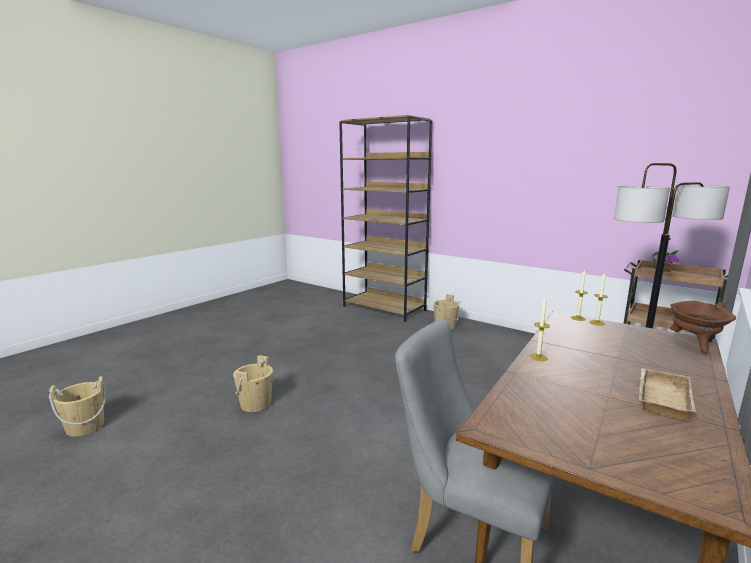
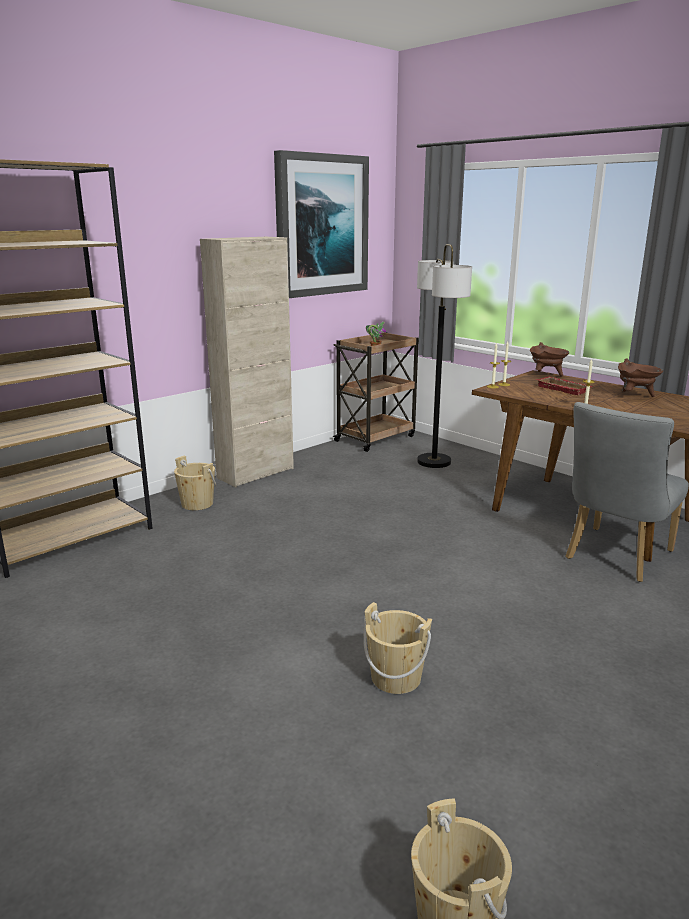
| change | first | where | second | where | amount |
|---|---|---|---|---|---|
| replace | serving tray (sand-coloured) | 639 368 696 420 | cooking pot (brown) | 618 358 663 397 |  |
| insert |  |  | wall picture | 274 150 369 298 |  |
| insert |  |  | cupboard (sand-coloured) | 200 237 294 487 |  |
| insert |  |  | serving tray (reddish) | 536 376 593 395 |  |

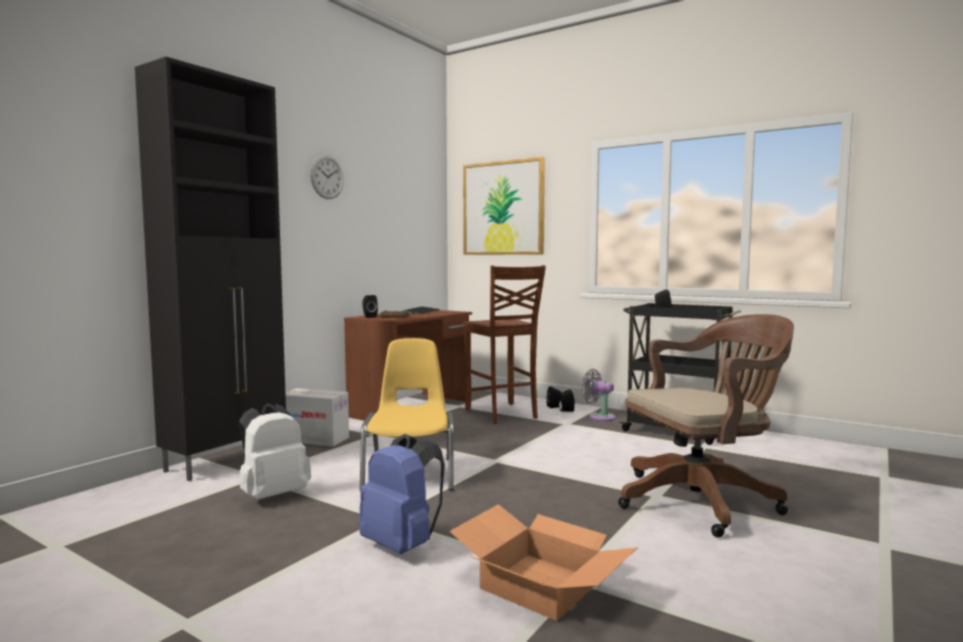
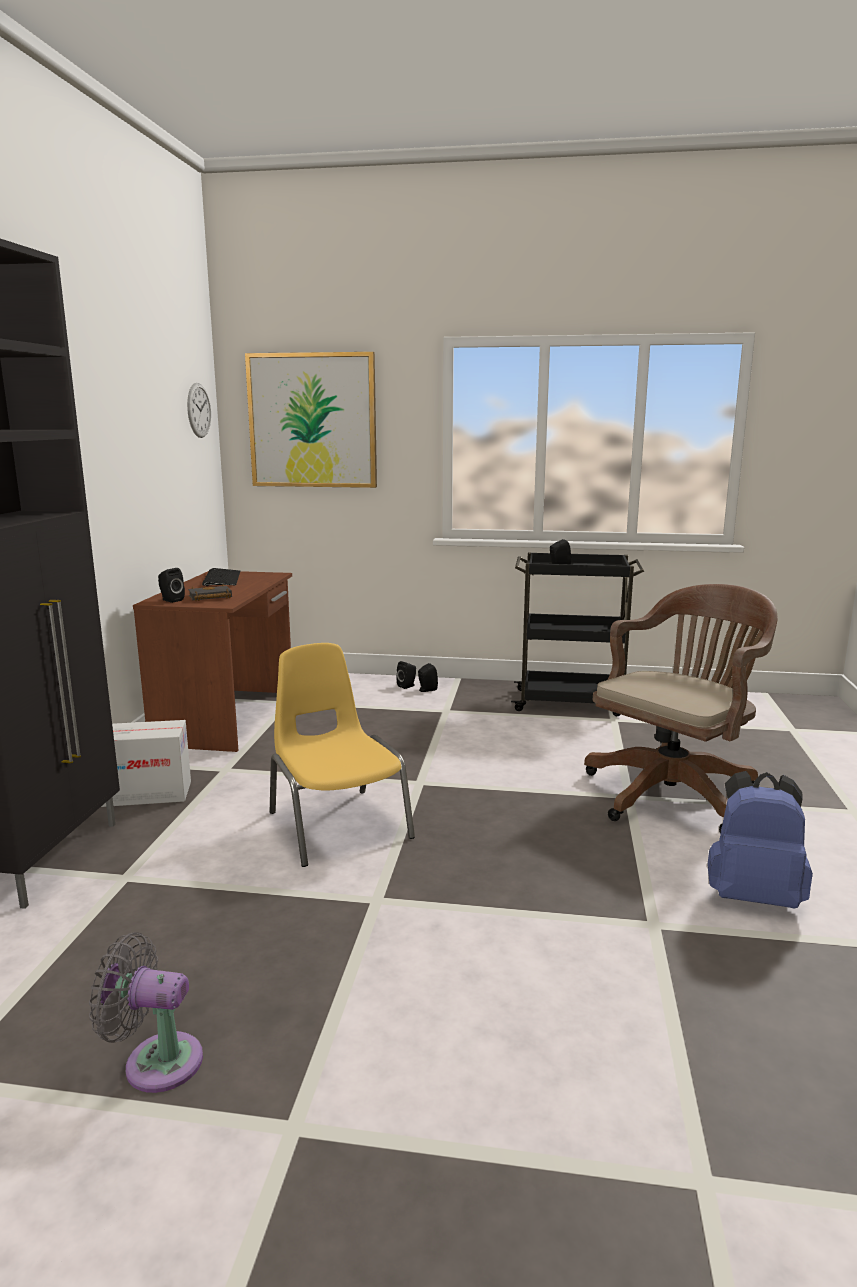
| change | first | where | second | where | amount |
|---|---|---|---|---|---|
| move | wall clock | 310 155 344 199 |  | 187 383 211 438 |  |
| delete | plain chair (brown) | 464 265 546 424 |  |  |  |
| move | electric fan (gray) | 582 369 616 421 |  | 89 932 203 1093 |  |
| delete | knapsack (white-coloured) | 238 403 311 500 |  |  |  |
| move | knapsack (blue-coloured) | 359 434 445 554 |  | 707 771 813 908 |  |
| delete | cardboard box | 449 504 638 621 |  |  |  |

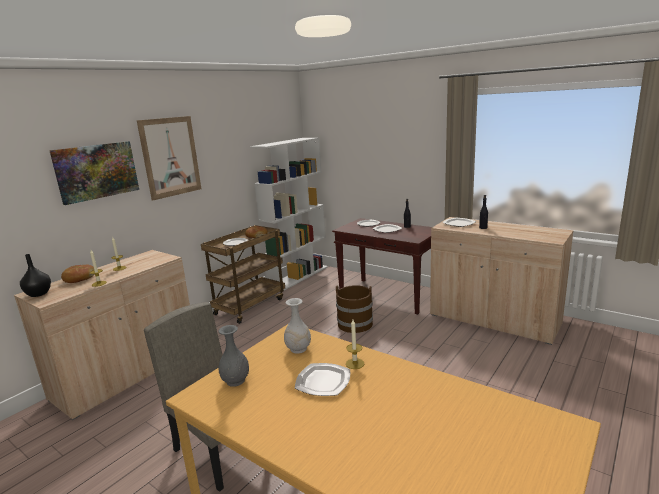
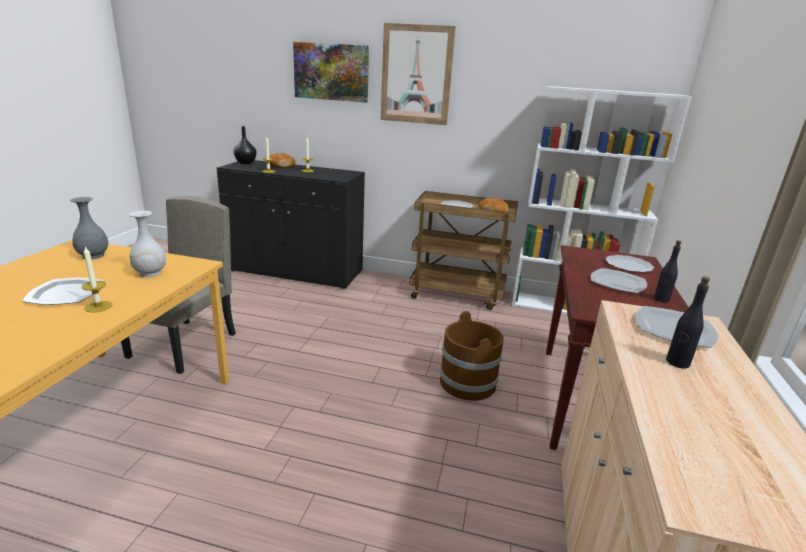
| change | first | where | second | where | amount |
|---|---|---|---|---|---|
| recolor | cupboard (sand-coloured) | 14 250 190 420 | cupboard (black) | 217 160 365 290 |  |

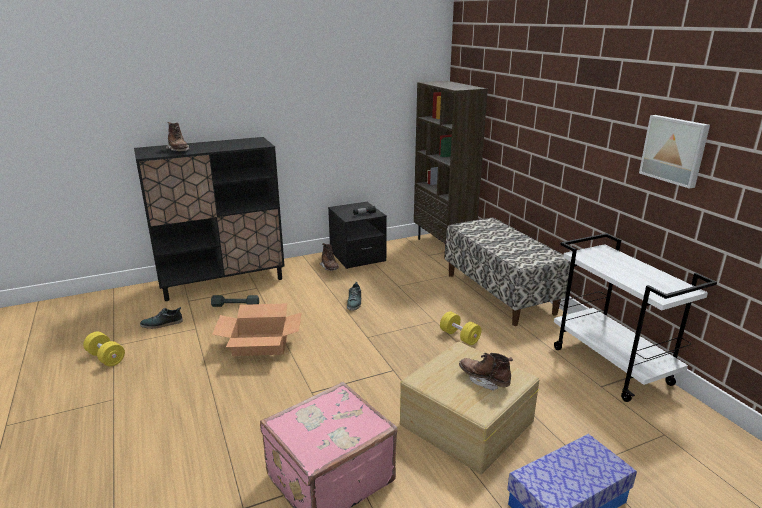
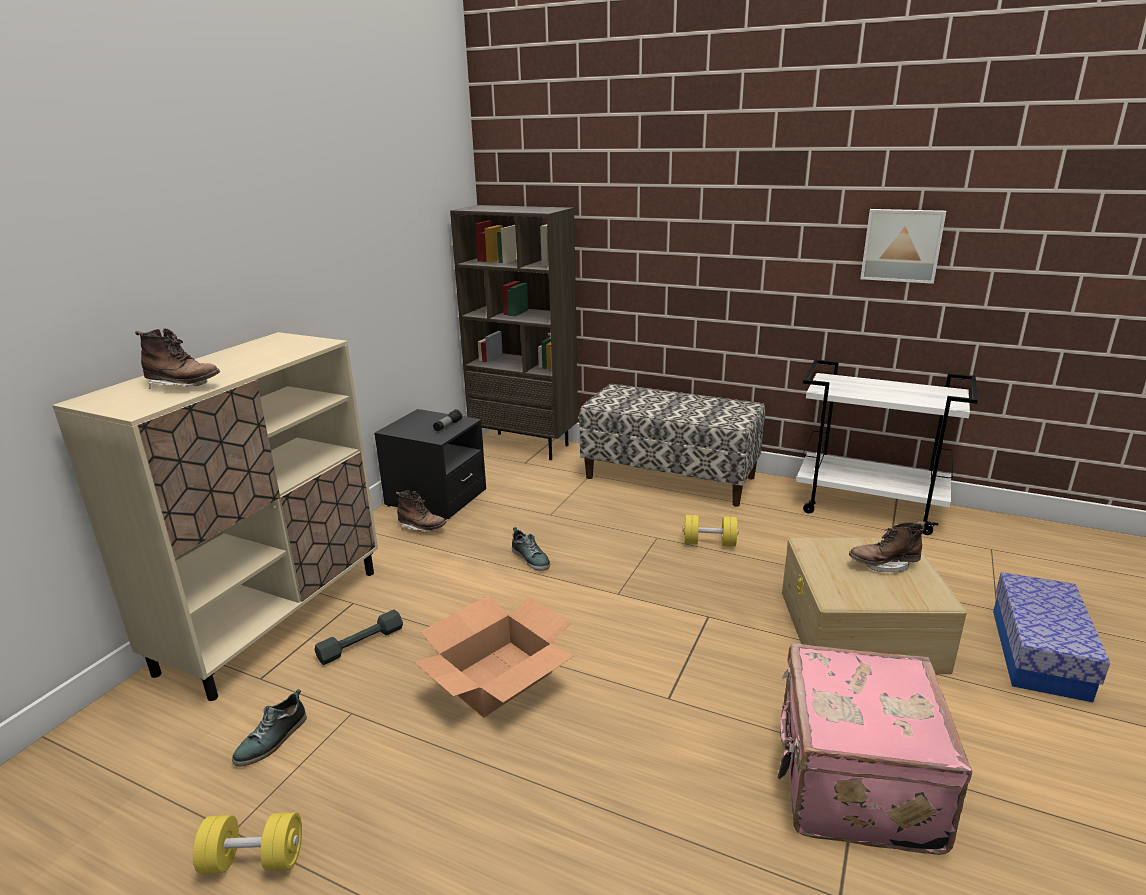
| change | first | where | second | where | amount |
|---|---|---|---|---|---|
| recolor | cupboard (black) | 134 137 284 301 | cupboard (sand-coloured) | 52 332 378 701 |  |

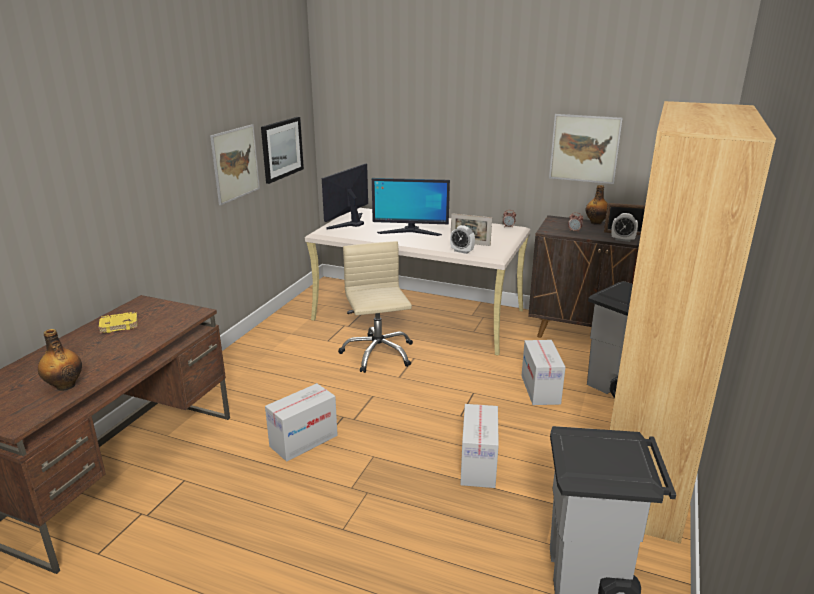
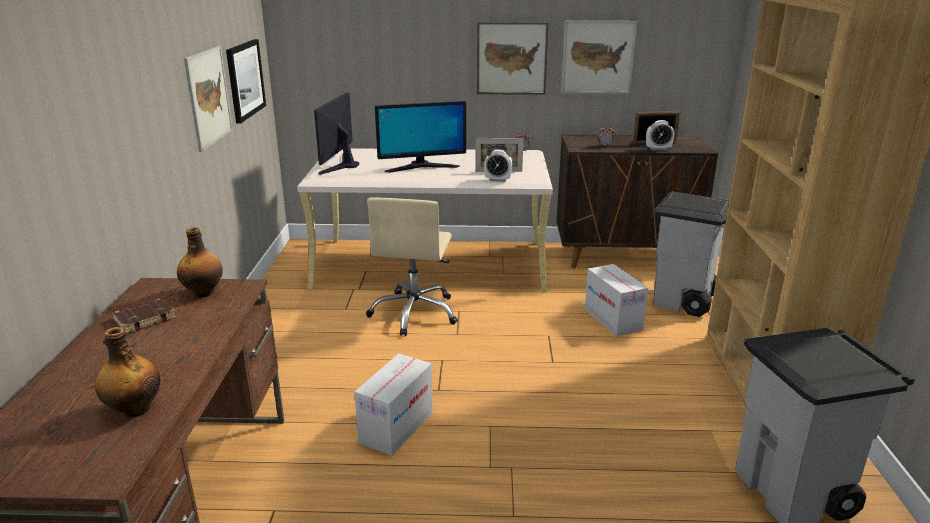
| change | first | where | second | where | amount |
|---|---|---|---|---|---|
| move | bottle | 586 185 608 225 |  | 177 227 223 298 |  |
| rotate | computer chair (sand-coloured) | 338 241 413 373 |  | 366 197 458 336 | 135 degrees counterclockwise |
| recolor | bound book (yellow) | 98 311 138 333 | bound book (brown) | 112 297 176 334 |  |
| delete | cardboard box | 460 404 499 488 |  |  |  |
| insert |  |  | wall picture | 477 22 549 95 |  |

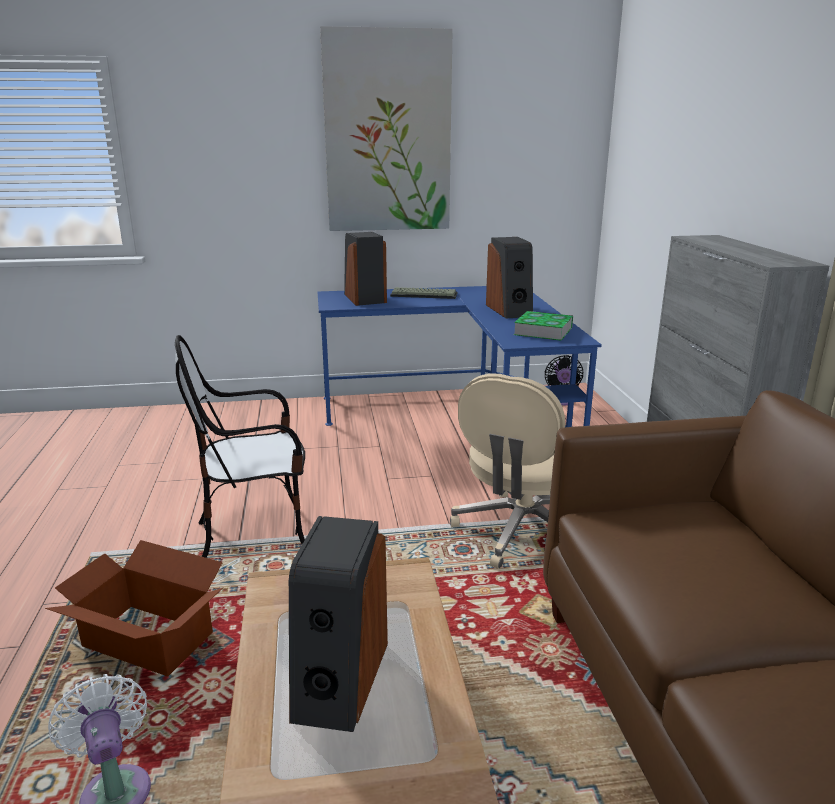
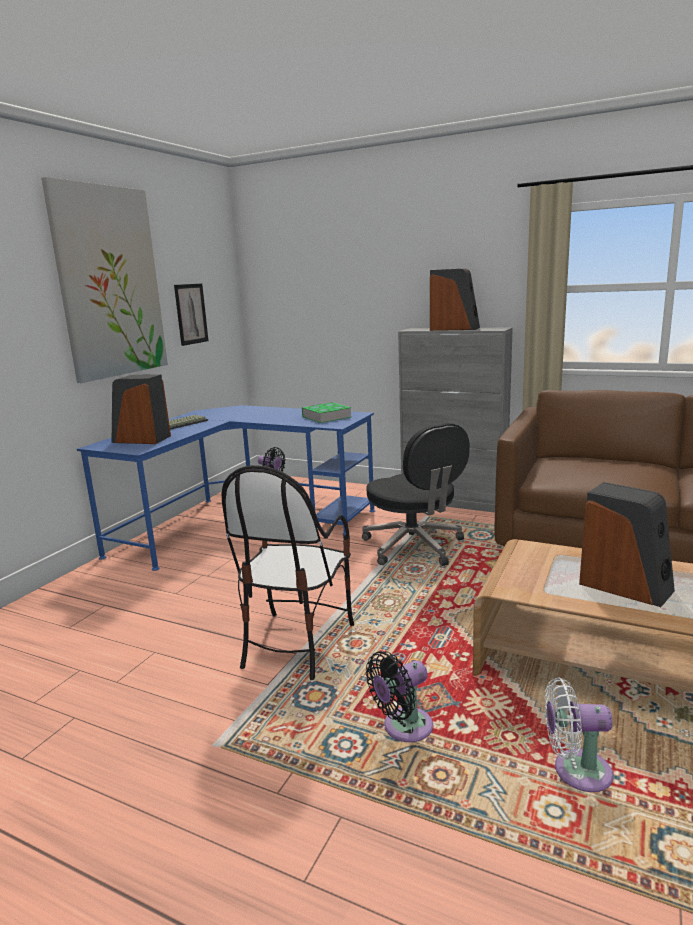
| change | first | where | second | where | amount |
|---|---|---|---|---|---|
| move | loudspeaker | 486 237 533 319 |  | 430 269 480 331 |  |
| recolor | computer chair (sand-coloured) | 450 373 565 569 | computer chair (black) | 362 423 470 566 |  |
| replace | cardboard box | 45 540 223 677 | electric fan (black) | 366 651 433 742 |  |
| insert |  |  | wall picture | 174 283 209 346 |  |

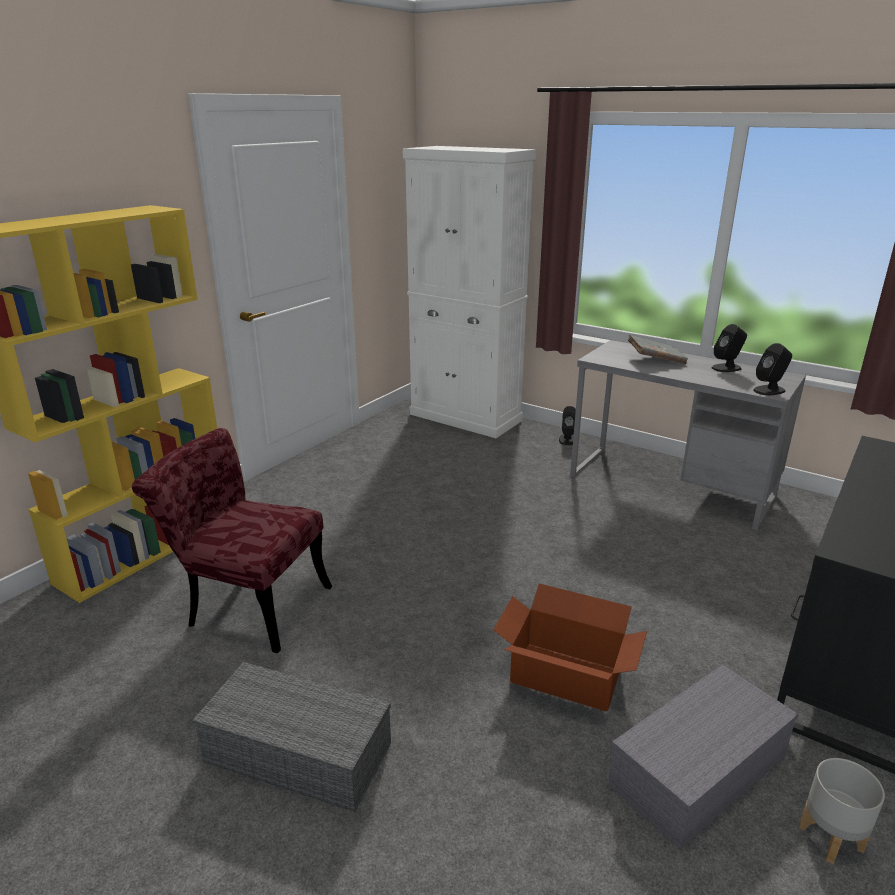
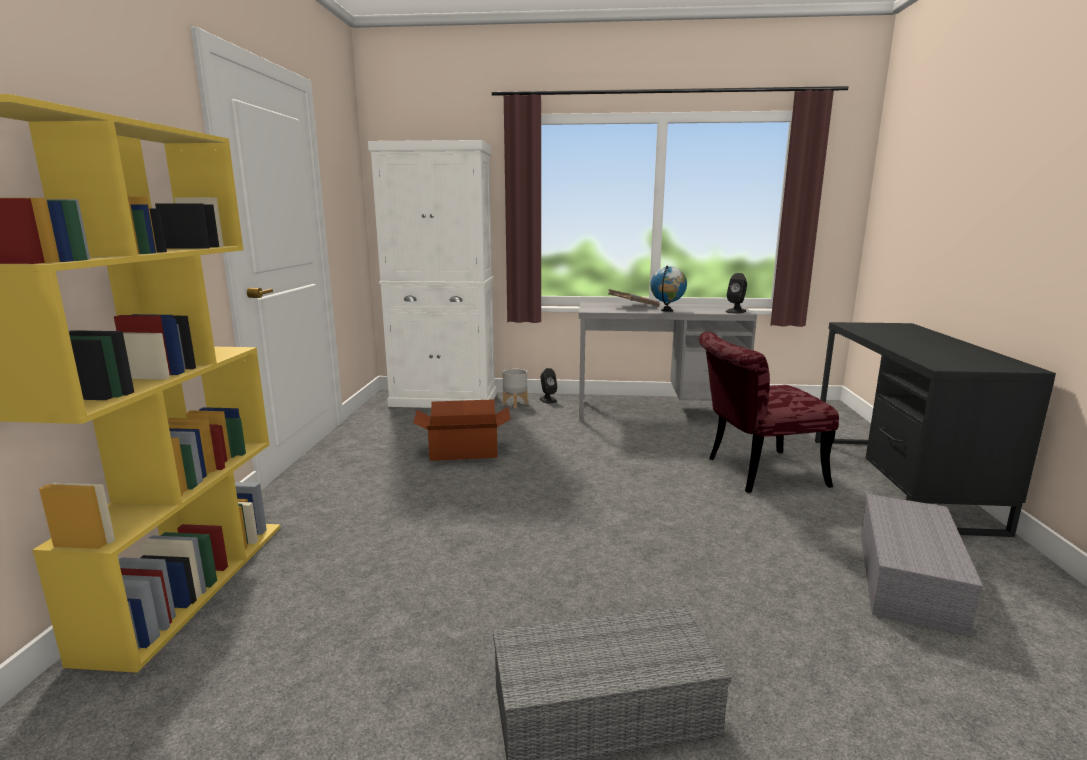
| change | first | where | second | where | amount |
|---|---|---|---|---|---|
| delete | loudspeaker (black) | 712 324 747 372 |  |  |  |
| move | plain chair (reddish) | 132 428 332 653 |  | 699 332 839 493 |  |
| move | cardboard box | 493 583 647 712 |  | 413 399 511 461 |  |
| move | plant pot (gray) | 799 758 885 864 |  | 503 369 528 408 |  |
| insert |  |  | desk globe | 651 265 687 312 |  |

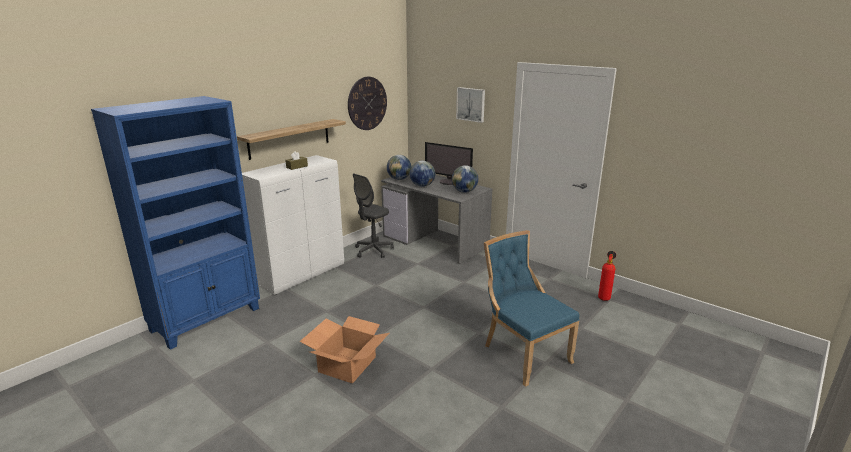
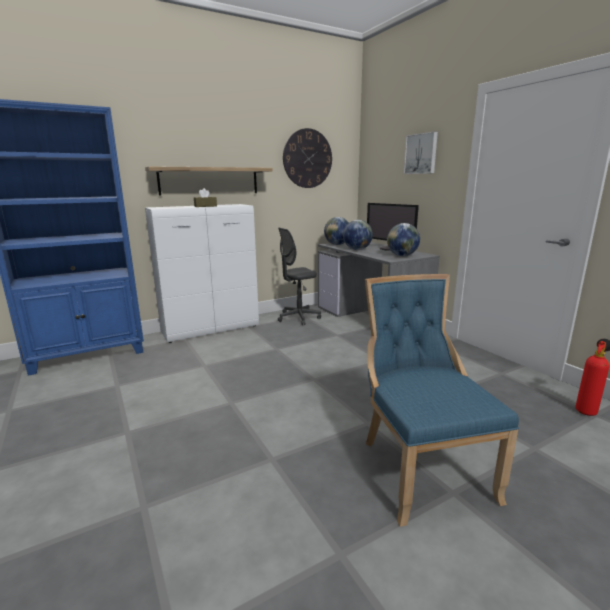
| change | first | where | second | where | amount |
|---|---|---|---|---|---|
| delete | cardboard box | 299 316 389 384 |  |  |  |

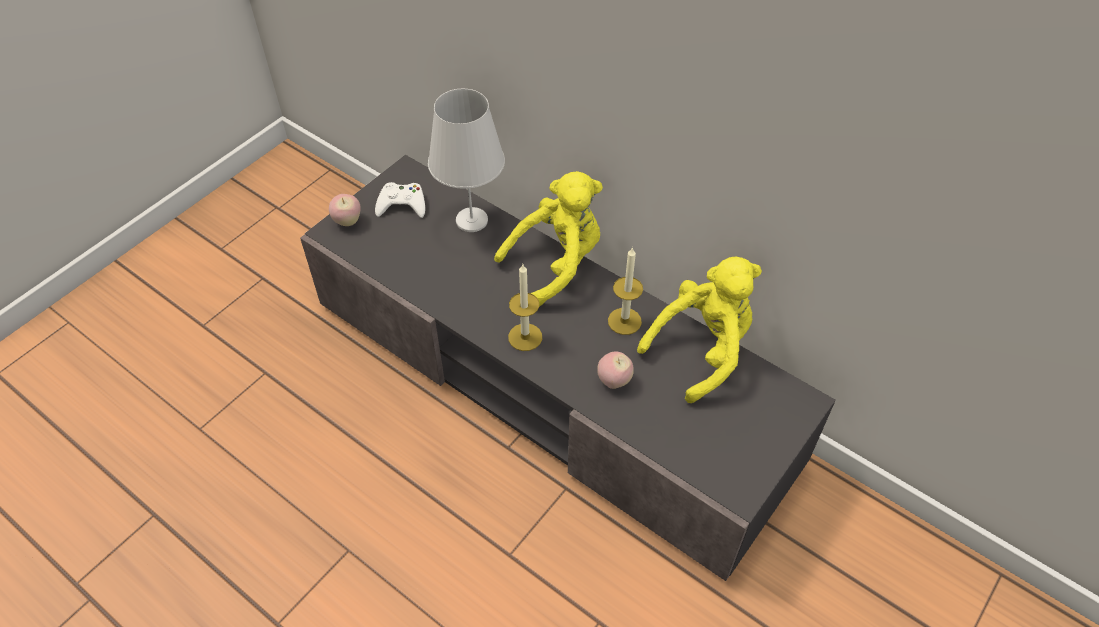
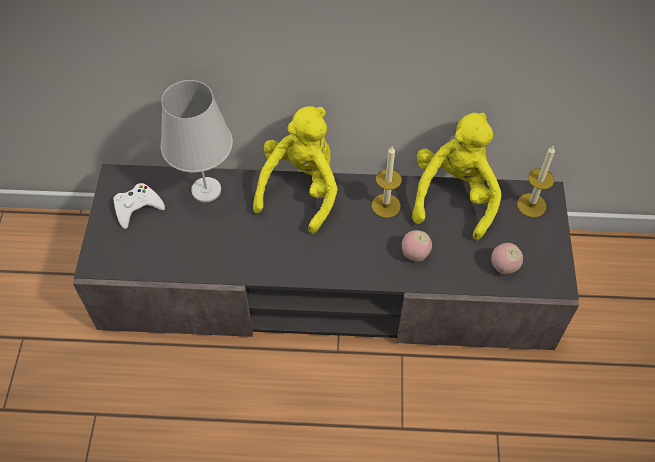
| change | first | where | second | where | amount |
|---|---|---|---|---|---|
| move | apple | 329 194 360 226 |  | 491 243 523 274 |  |
| move | wax light | 508 263 542 351 |  | 517 145 555 218 |  |

